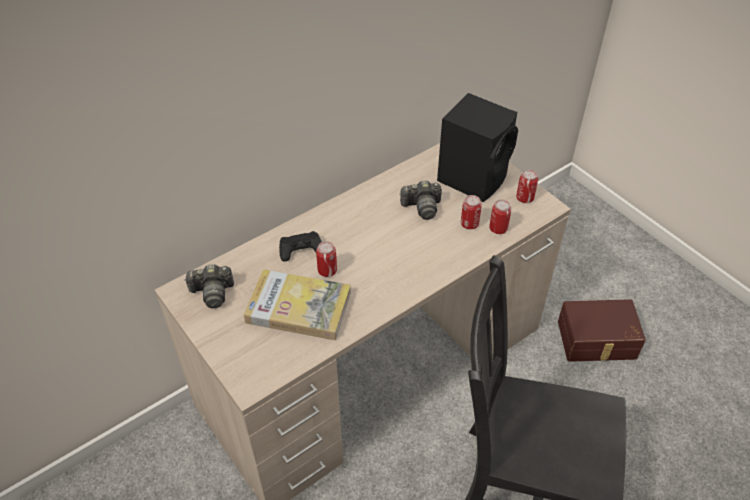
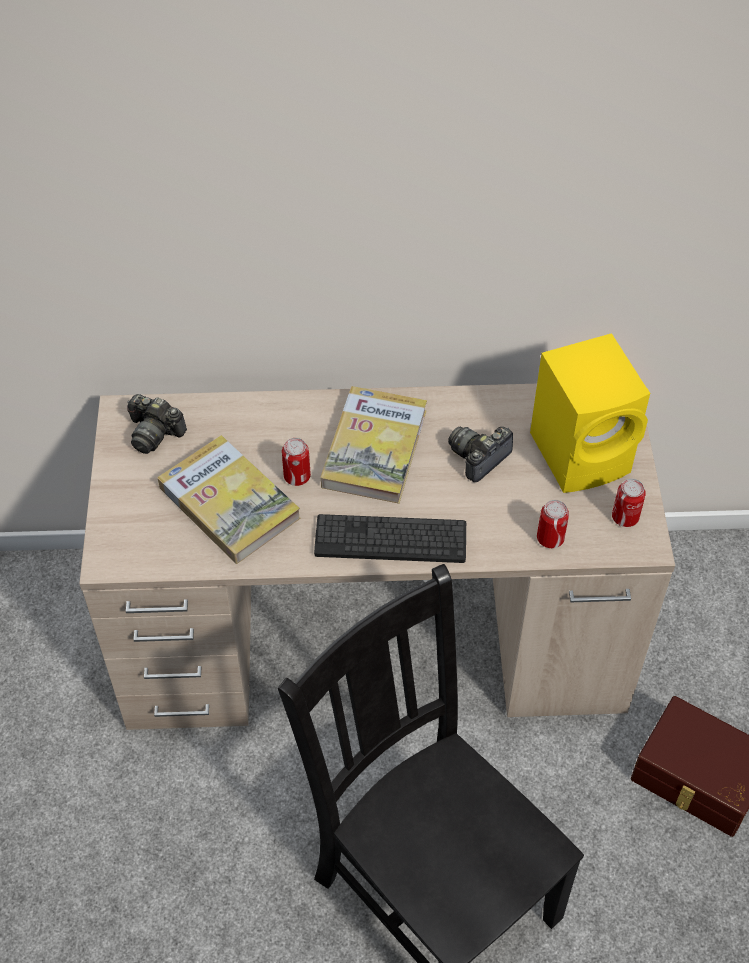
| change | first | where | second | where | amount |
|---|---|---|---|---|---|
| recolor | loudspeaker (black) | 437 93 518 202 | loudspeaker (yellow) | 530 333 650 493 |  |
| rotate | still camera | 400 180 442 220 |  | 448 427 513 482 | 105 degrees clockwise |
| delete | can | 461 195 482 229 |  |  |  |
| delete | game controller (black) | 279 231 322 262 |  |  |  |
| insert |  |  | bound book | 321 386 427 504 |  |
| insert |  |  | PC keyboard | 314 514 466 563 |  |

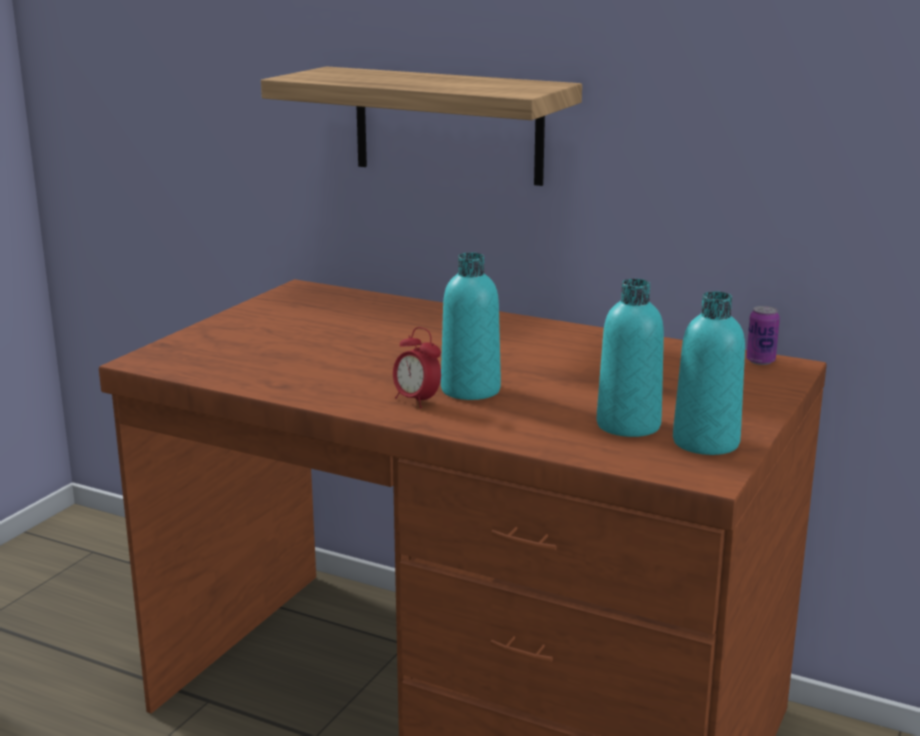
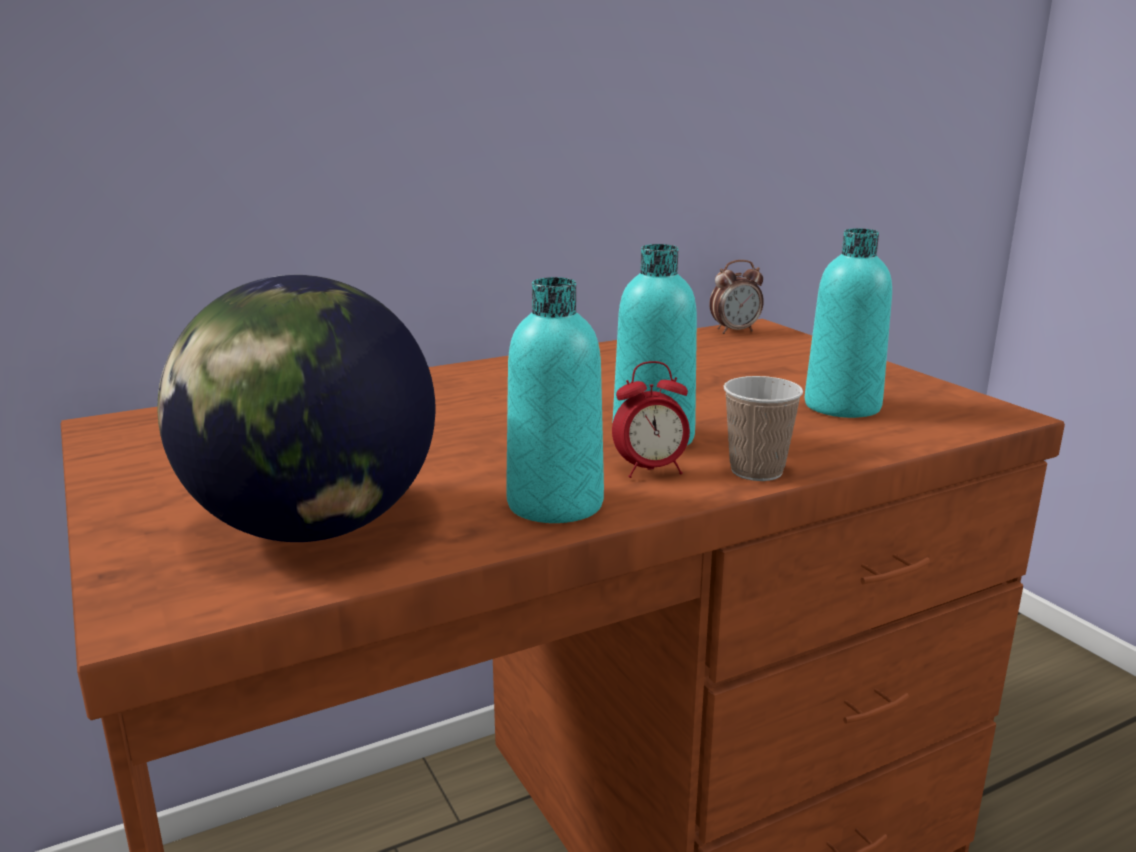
| change | first | where | second | where | amount |
|---|---|---|---|---|---|
| delete | bracket shelf | 261 66 582 186 |  |  |  |
| move | bottle (turquoise-coloured) | 673 291 745 455 |  | 506 277 604 523 |  |
| replace | can | 746 306 780 365 | bedside clock | 709 260 764 334 |  |
| insert |  |  | desk globe | 157 275 435 542 |  |
| insert |  |  | drinking cup | 724 376 803 481 |  |

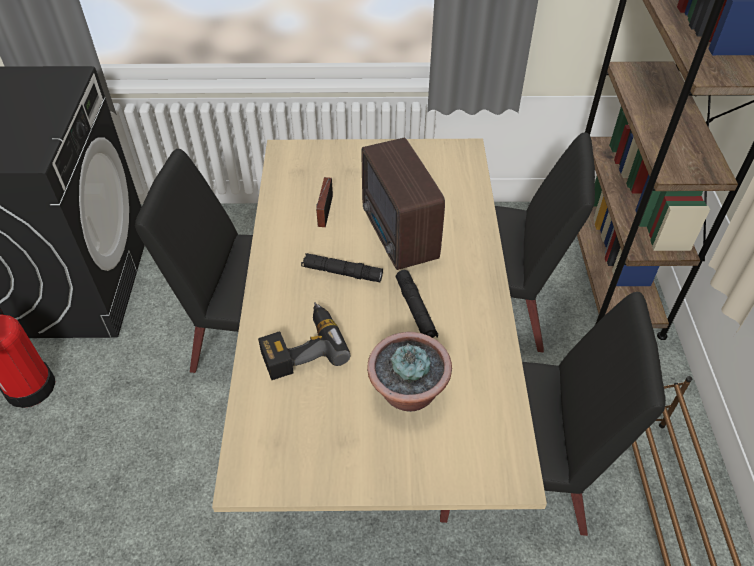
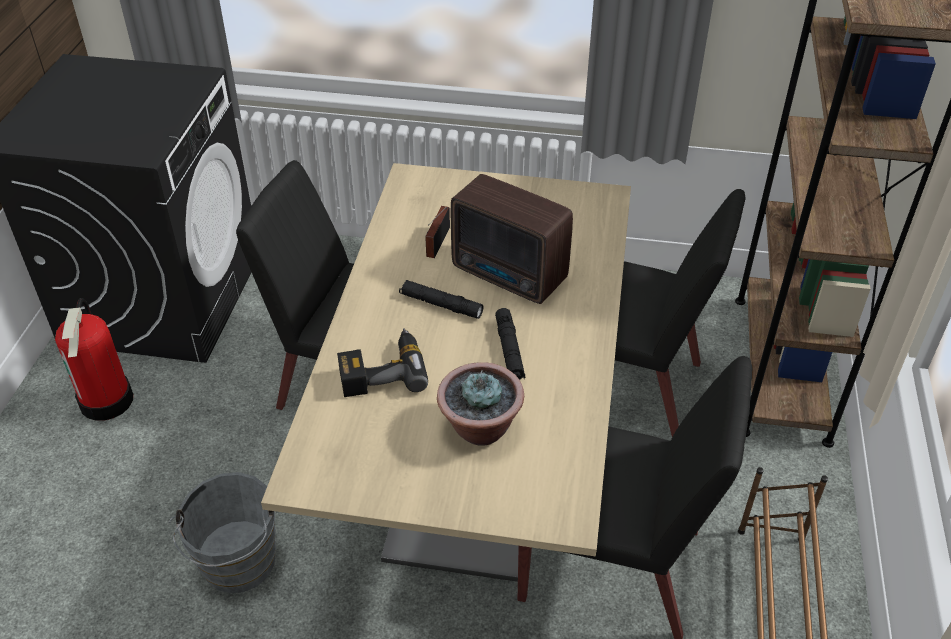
| change | first | where | second | where | amount |
|---|---|---|---|---|---|
| rotate | radio | 361 137 445 270 |  | 451 174 573 304 | 45 degrees counterclockwise |
| insert |  |  | pail (gray) | 168 472 277 593 |  |

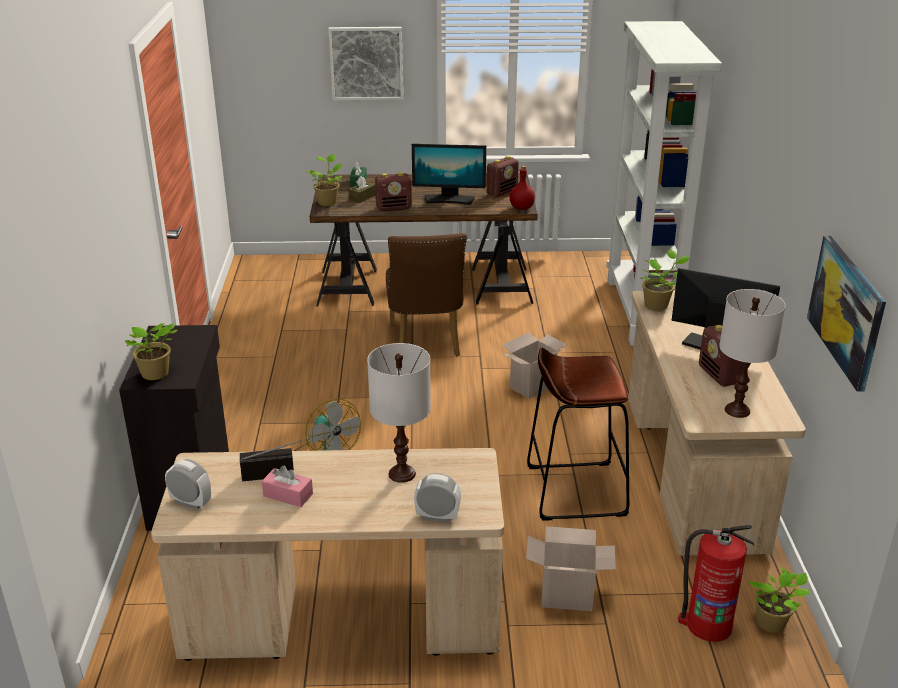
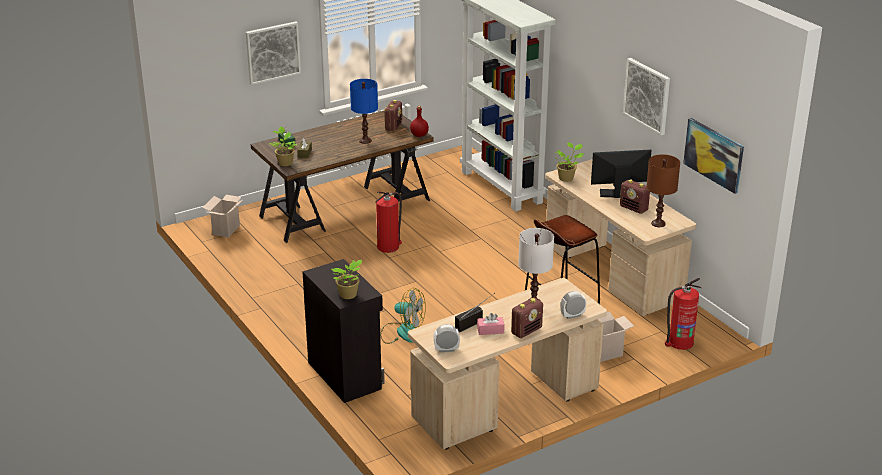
| change | first | where | second | where | amount |
|---|---|---|---|---|---|
| replace | computer screen | 412 144 486 205 | lamp for a table (blue-coloured) | 350 79 378 144 |  |
| move | radio | 375 172 412 211 |  | 511 297 543 338 |  |
| replace | plain chair (brown) | 386 233 467 356 | fire-fighting cylinder | 375 192 402 253 |  |
| recolor | lamp for a table (white-coloured) | 719 289 785 418 | lamp for a table (brown) | 646 154 680 227 |  |
| move | cardboard box | 502 332 567 399 |  | 202 195 244 238 |  |
| delete | potted plant | 749 567 810 633 |  |  |  |
| insert |  |  | wall picture | 623 58 670 136 |  |

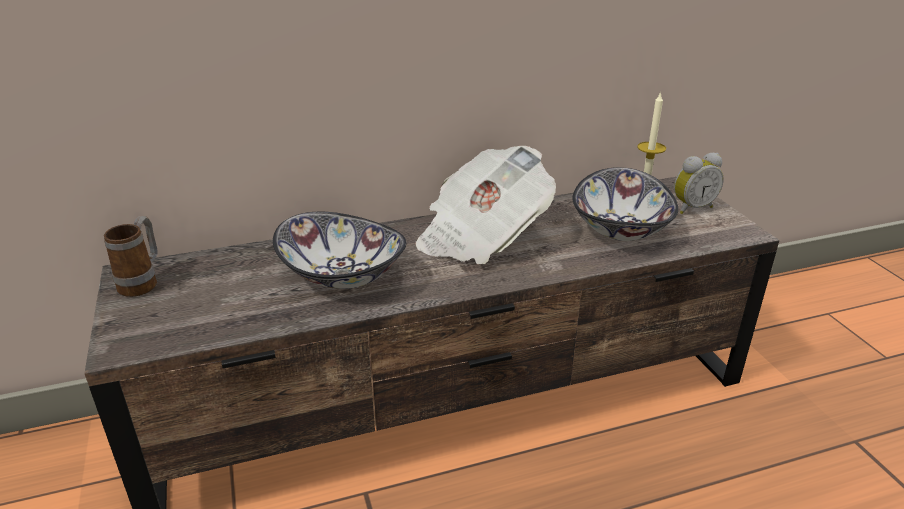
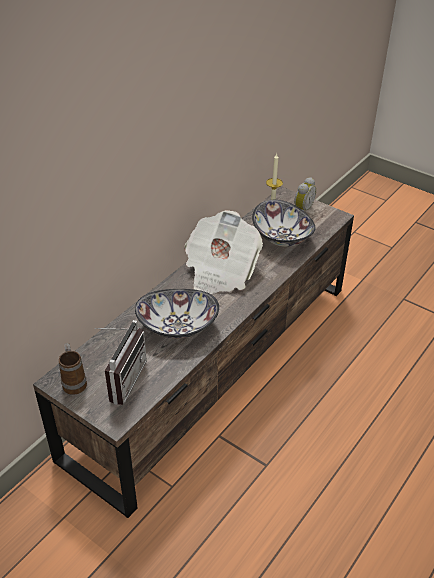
| change | first | where | second | where | amount |
|---|---|---|---|---|---|
| insert |  |  | radio | 95 320 147 405 |  |

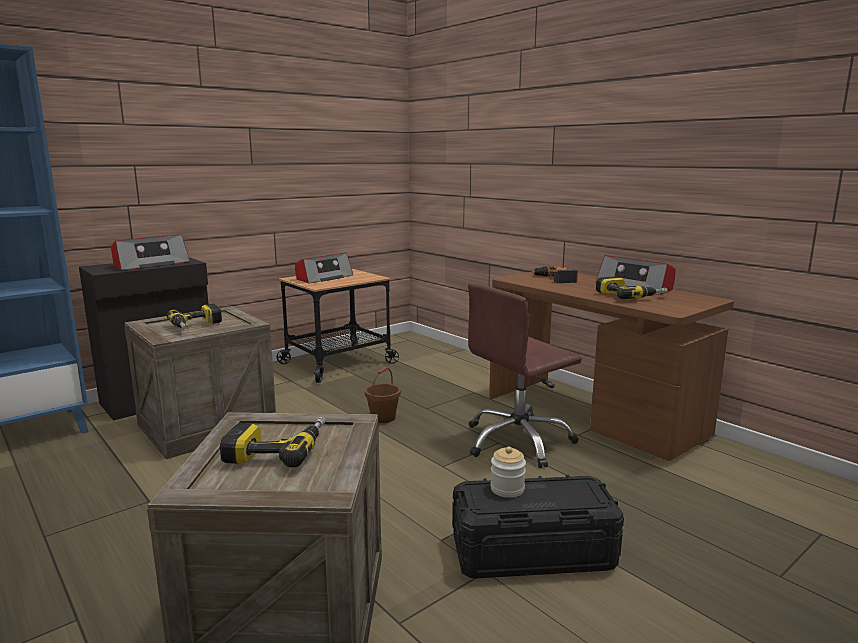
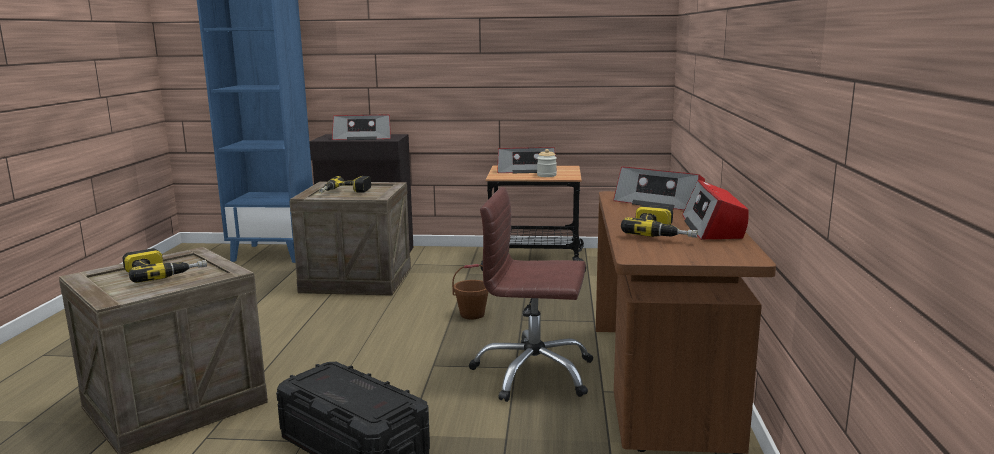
| change | first | where | second | where | amount |
|---|---|---|---|---|---|
| replace | drill | 532 266 578 283 | radio | 613 167 705 210 |  |
| move | jar | 490 447 526 498 |  | 537 149 557 177 |  |

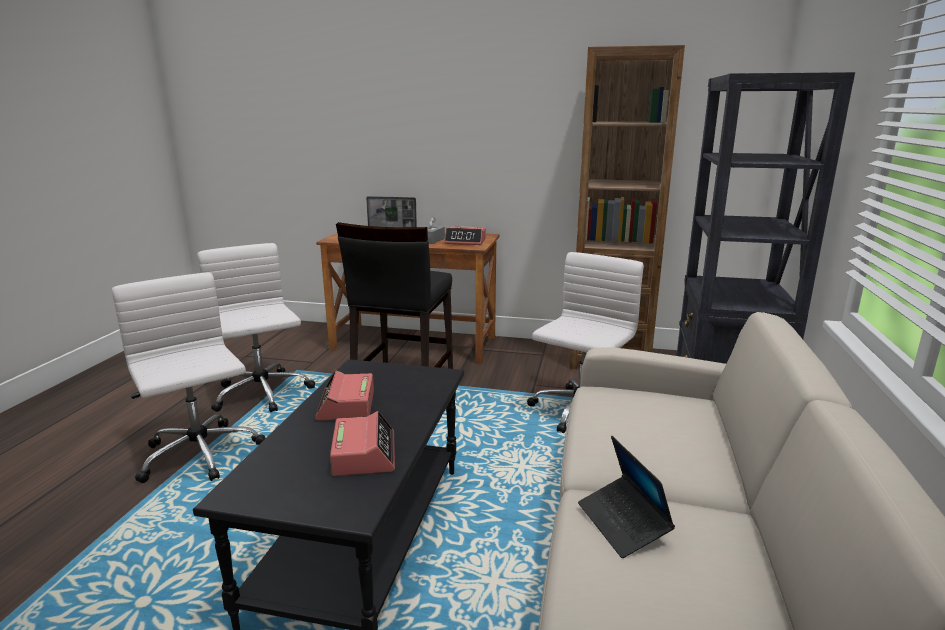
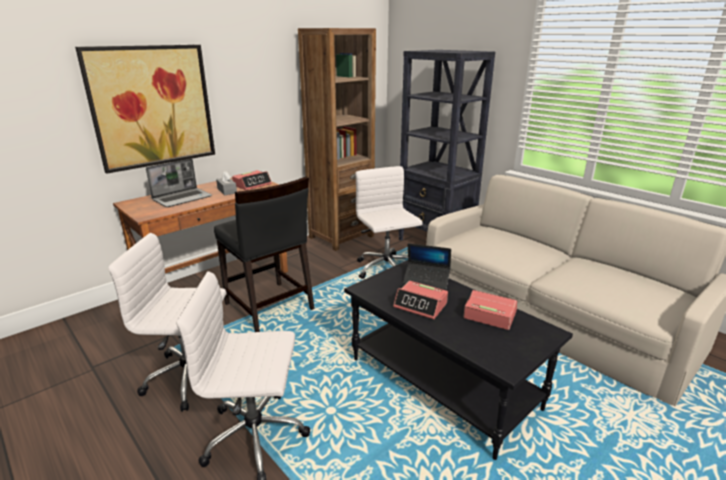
| change | first | where | second | where | amount |
|---|---|---|---|---|---|
| move | laptop | 578 436 675 558 |  | 403 243 451 290 |  |
| insert |  |  | wall picture | 75 45 215 174 |  |

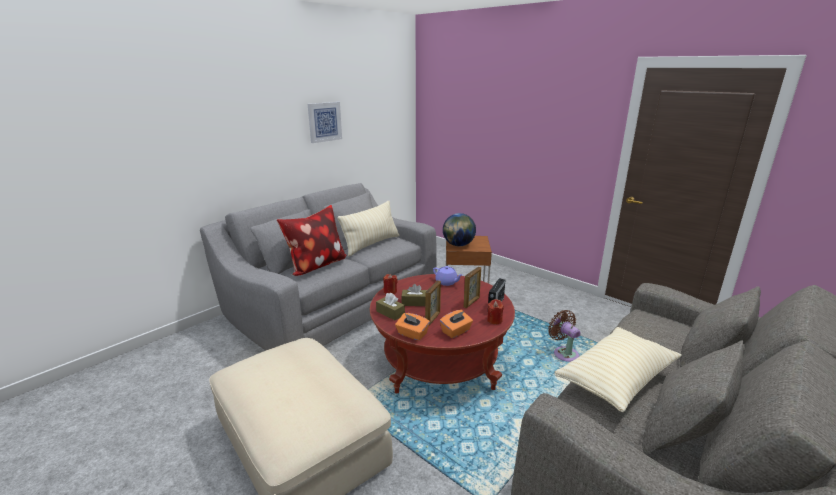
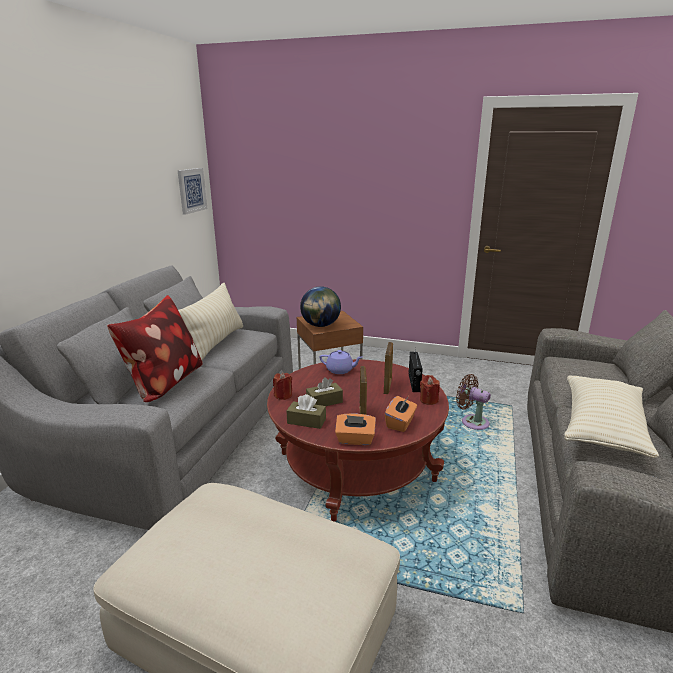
| change | first | where | second | where | amount |
|---|---|---|---|---|---|
| move | wall picture | 308 102 342 143 |  | 178 168 207 215 |  |

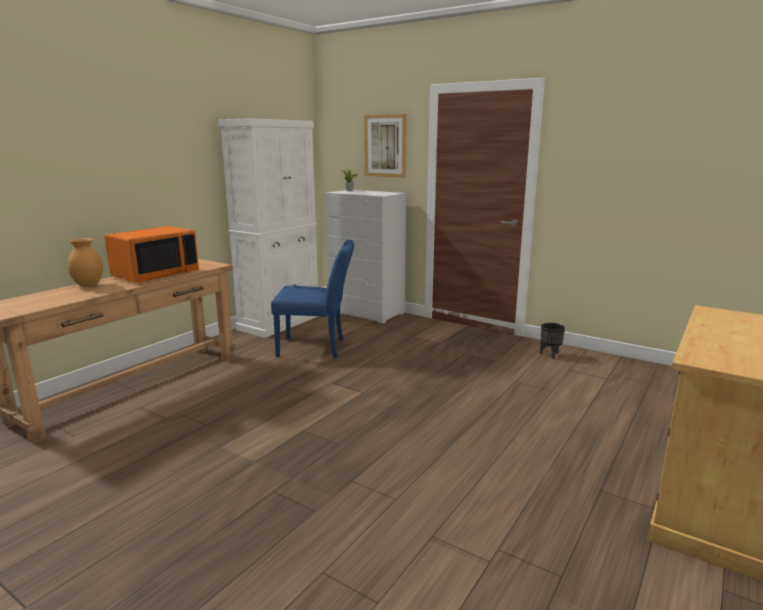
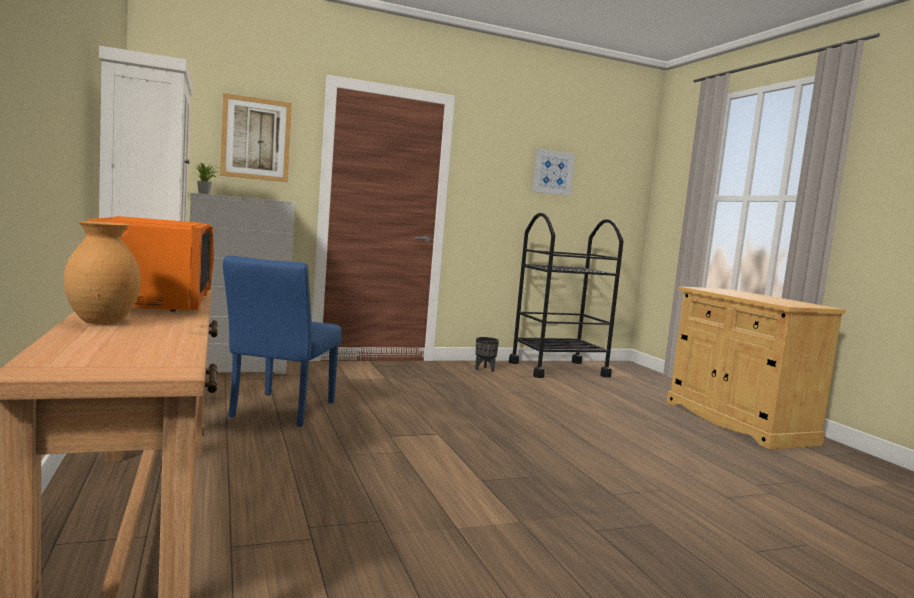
| change | first | where | second | where | amount |
|---|---|---|---|---|---|
| rotate | plain chair (blue-coloured) | 271 240 354 358 |  | 223 256 341 427 | 150 degrees clockwise |
| insert |  |  | wall picture | 532 149 575 196 |  |
| insert |  |  | trolley (black) | 509 213 624 378 |  |

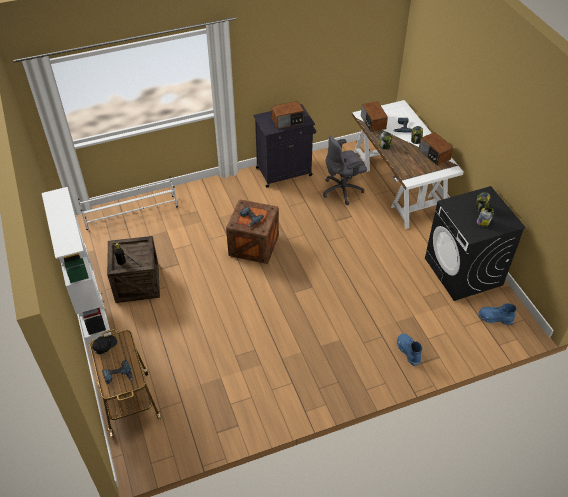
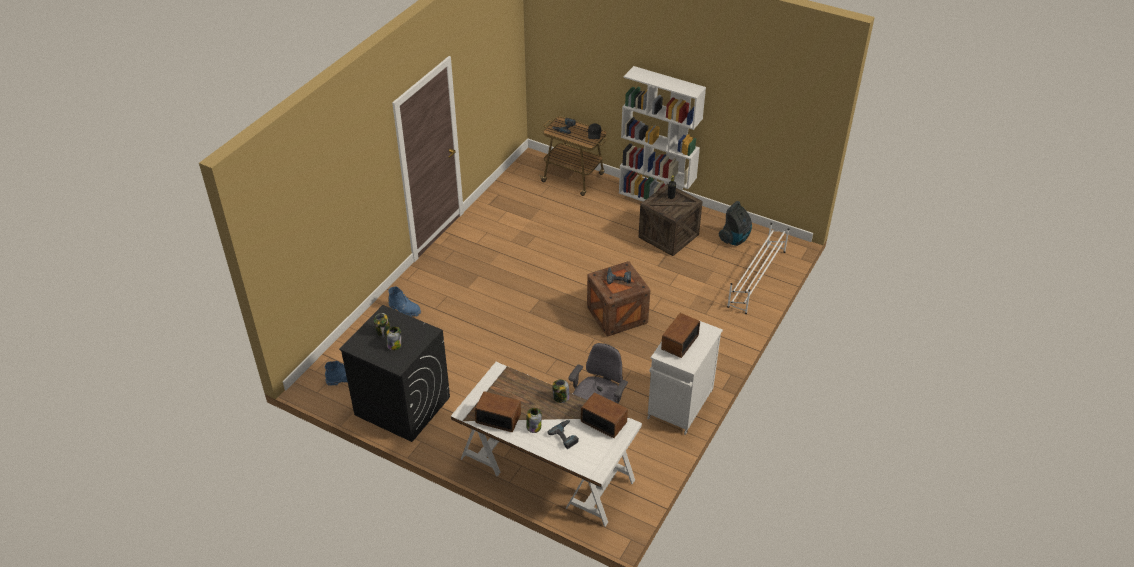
| change | first | where | second | where | amount |
|---|---|---|---|---|---|
| recolor | cupboard (black) | 253 104 316 187 | cupboard (white-coloured) | 647 321 723 435 |  |
| insert |  |  | hoover | 719 201 752 246 |  |

